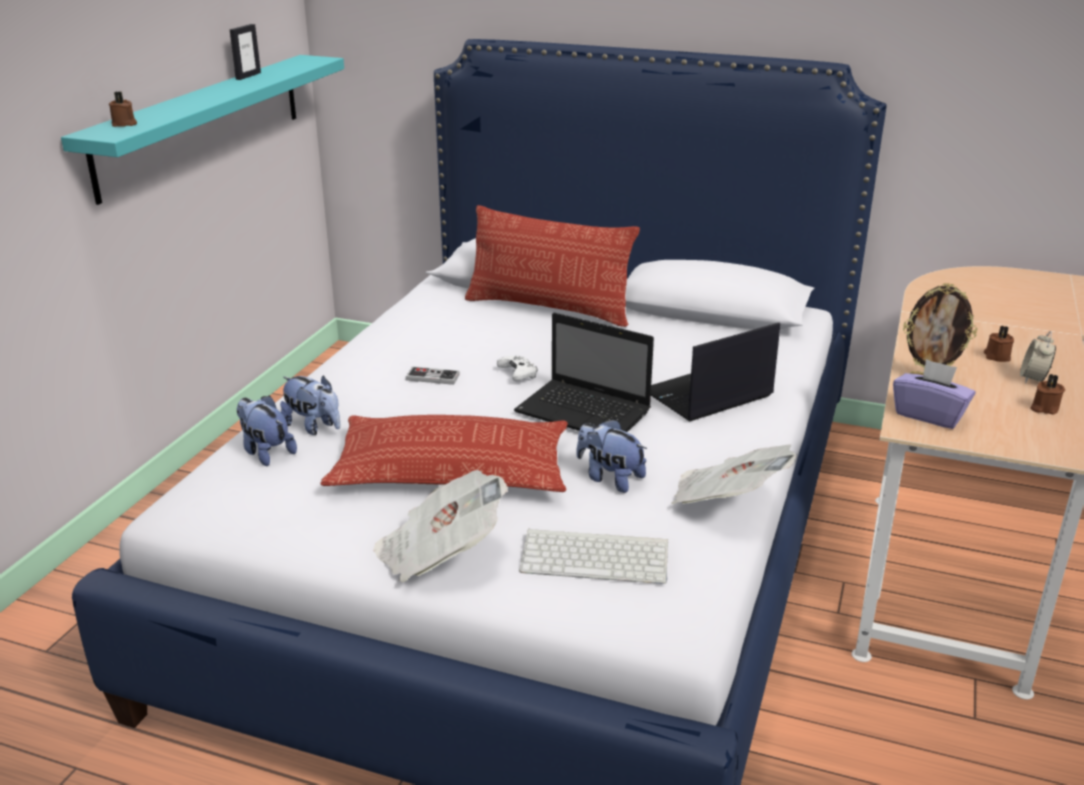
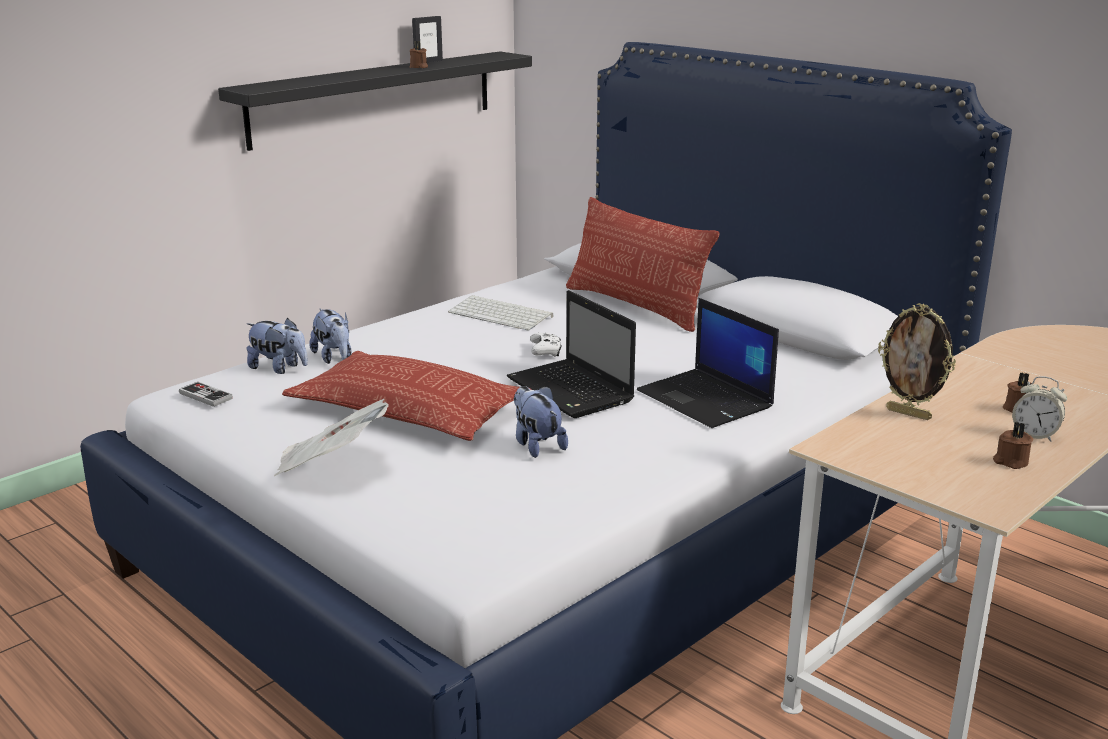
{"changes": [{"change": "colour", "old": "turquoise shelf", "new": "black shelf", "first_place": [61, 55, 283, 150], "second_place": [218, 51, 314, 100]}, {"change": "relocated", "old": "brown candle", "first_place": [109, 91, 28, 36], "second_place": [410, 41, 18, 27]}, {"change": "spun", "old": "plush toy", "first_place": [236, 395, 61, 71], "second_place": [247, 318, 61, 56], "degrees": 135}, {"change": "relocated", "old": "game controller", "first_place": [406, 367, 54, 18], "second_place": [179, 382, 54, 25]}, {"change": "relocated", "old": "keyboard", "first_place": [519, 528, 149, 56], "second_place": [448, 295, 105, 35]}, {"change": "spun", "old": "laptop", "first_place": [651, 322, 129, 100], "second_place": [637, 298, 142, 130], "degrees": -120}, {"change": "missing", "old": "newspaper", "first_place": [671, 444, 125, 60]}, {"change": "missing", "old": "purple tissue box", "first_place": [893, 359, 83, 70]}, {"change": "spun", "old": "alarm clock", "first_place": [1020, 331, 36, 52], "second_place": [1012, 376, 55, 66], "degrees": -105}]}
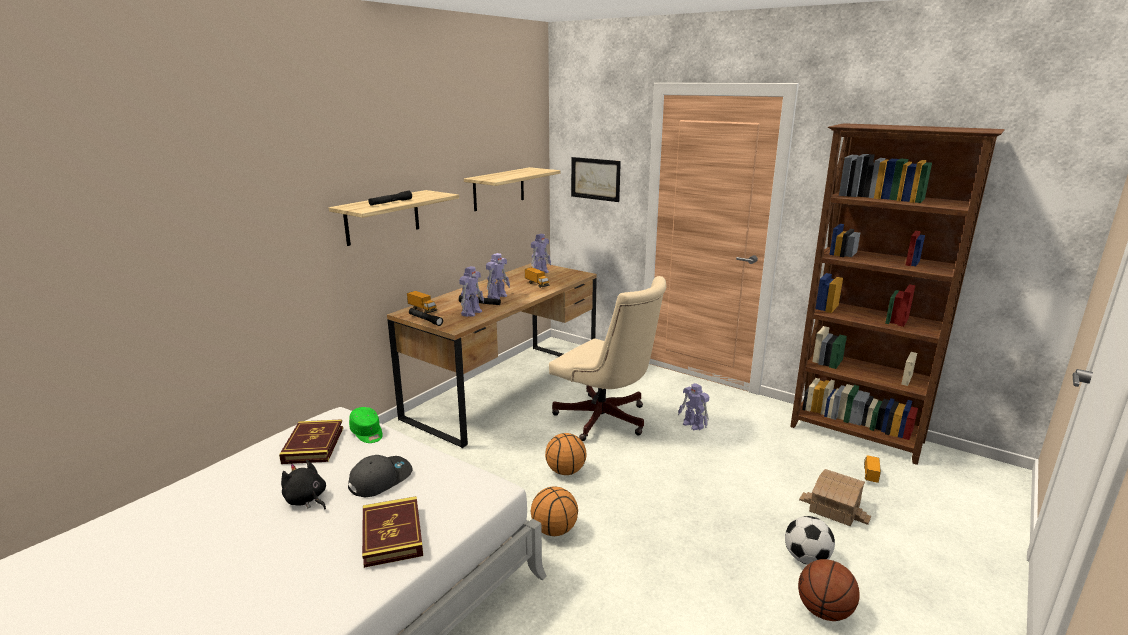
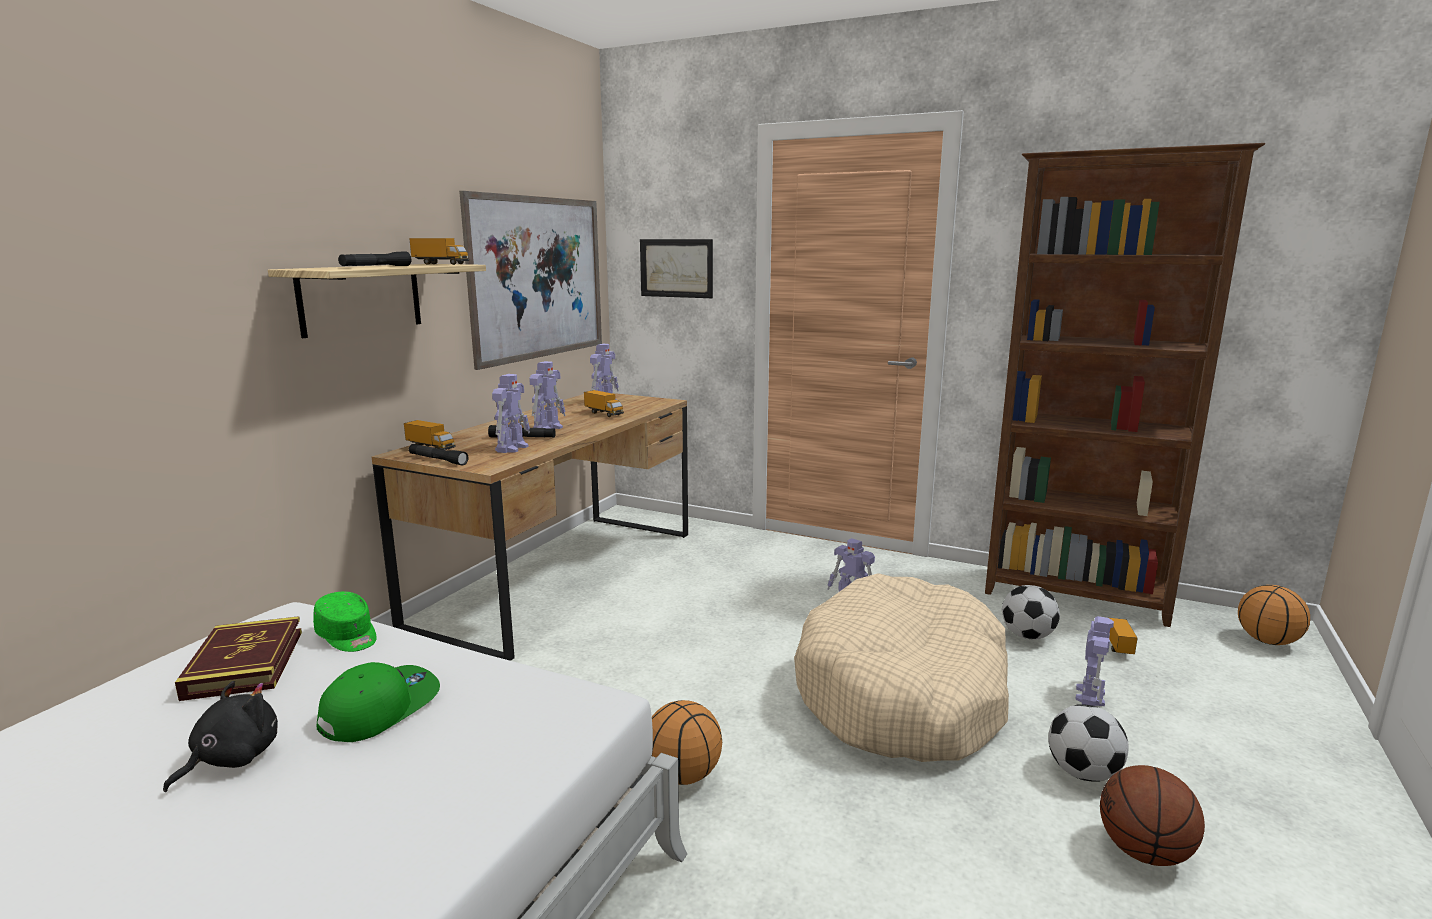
{"changes": [{"change": "spun", "old": "black plush toy", "first_place": [281, 460, 45, 49], "second_place": [163, 681, 115, 111], "degrees": 90}, {"change": "colour", "old": "grey cap", "new": "green cap", "first_place": [348, 455, 65, 42], "second_place": [316, 662, 124, 80]}, {"change": "missing", "old": "book", "first_place": [362, 496, 61, 72]}, {"change": "exchanged", "old": "shelf", "new": "picture", "first_place": [464, 167, 97, 44], "second_place": [459, 191, 143, 179]}, {"change": "relocated", "old": "basketball", "first_place": [545, 433, 41, 42], "second_place": [1238, 585, 72, 60]}, {"change": "missing", "old": "beige office chair", "first_place": [549, 276, 118, 165]}, {"change": "exchanged", "old": "toy house", "new": "toy robot", "first_place": [799, 469, 72, 57], "second_place": [1076, 616, 38, 90]}, {"change": "appeared", "new": "toy truck", "second_place": [409, 238, 60, 27]}, {"change": "appeared", "new": "beige dog bed", "second_place": [794, 573, 215, 189]}, {"change": "appeared", "new": "football", "second_place": [1002, 585, 58, 55]}]}
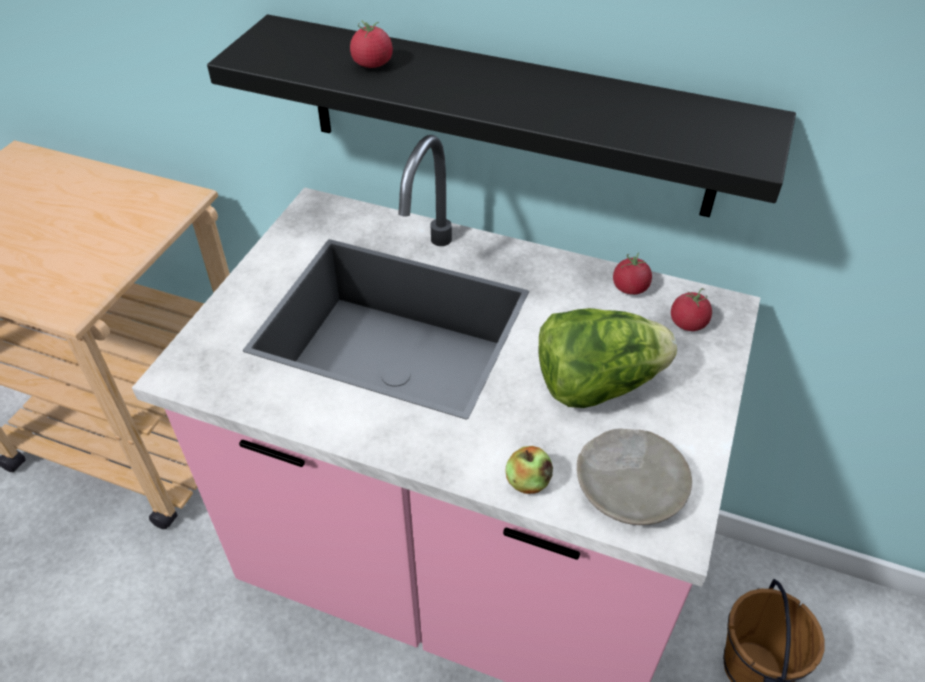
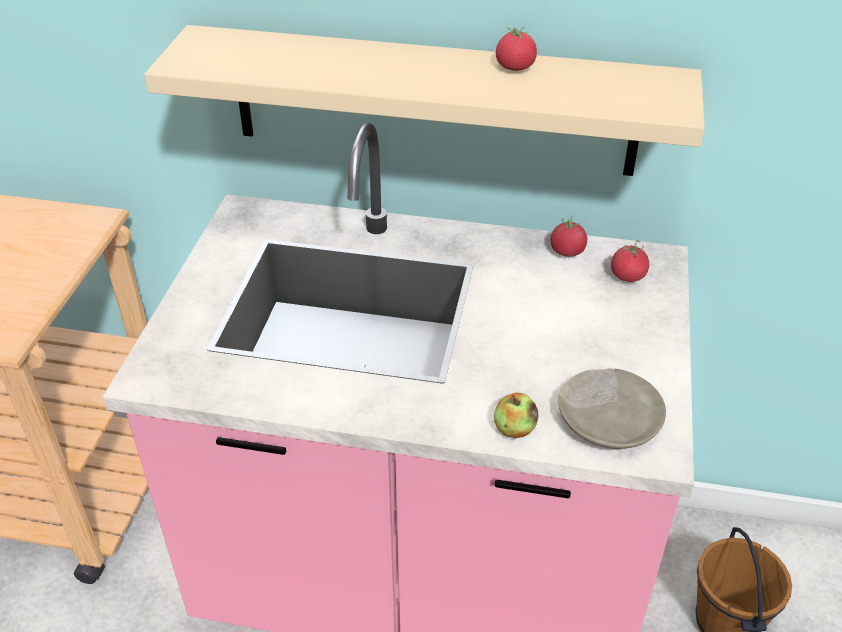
{"changes": [{"change": "colour", "old": "black shelf", "new": "beige shelf", "first_place": [207, 15, 589, 203], "second_place": [144, 25, 561, 151]}, {"change": "relocated", "old": "tomato", "first_place": [350, 20, 43, 48], "second_place": [496, 27, 41, 44]}, {"change": "missing", "old": "lettuce", "first_place": [539, 308, 138, 100]}]}
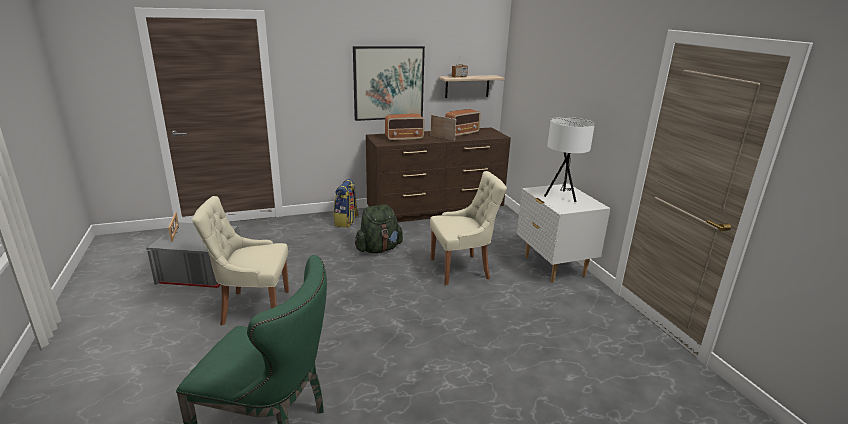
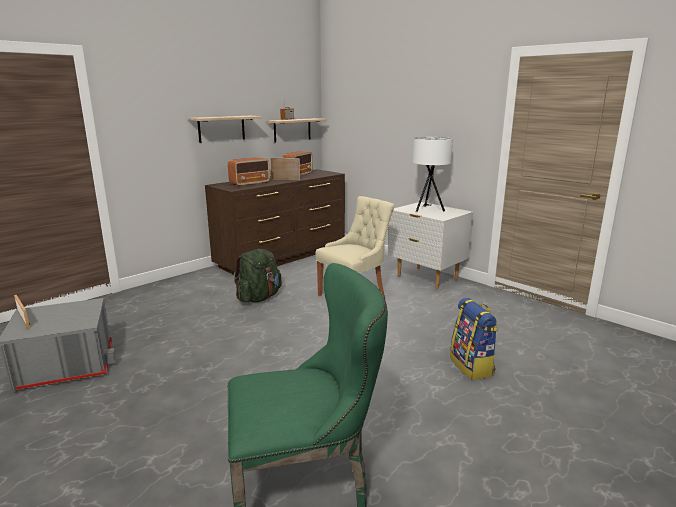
{"changes": [{"change": "missing", "old": "beige chair", "first_place": [192, 196, 97, 129]}, {"change": "relocated", "old": "backpack", "first_place": [333, 179, 26, 49], "second_place": [450, 298, 48, 82]}, {"change": "exchanged", "old": "picture", "new": "shelf", "first_place": [353, 46, 72, 75], "second_place": [189, 116, 73, 27]}]}
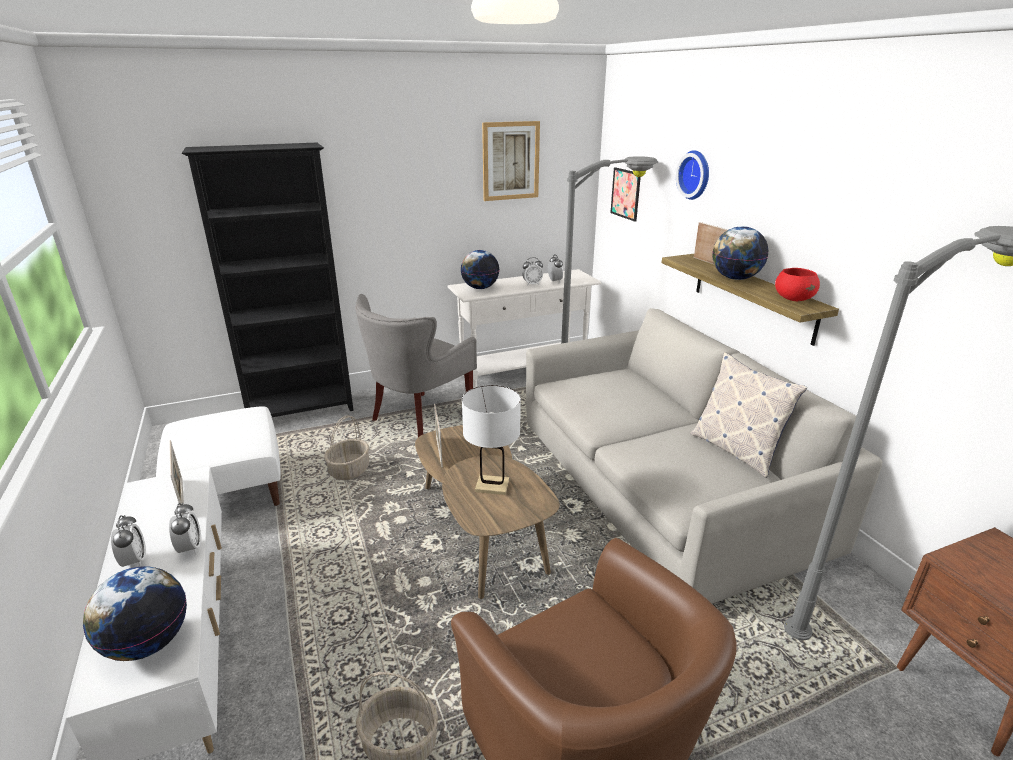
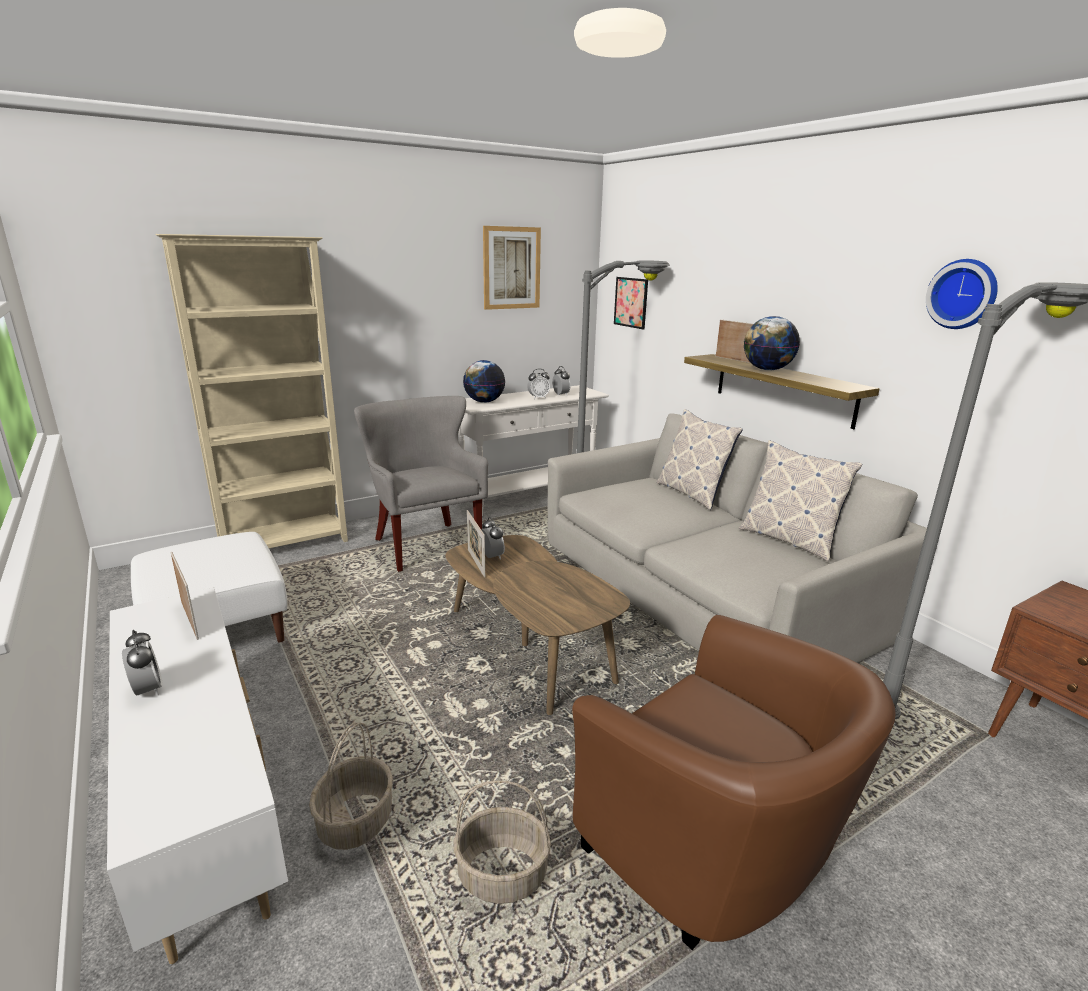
{"changes": [{"change": "missing", "old": "globe", "first_place": [83, 566, 104, 95]}, {"change": "relocated", "old": "alarm clock", "first_place": [169, 503, 32, 51], "second_place": [482, 517, 23, 43]}, {"change": "colour", "old": "black bookcase", "new": "beige bookcase", "first_place": [182, 143, 172, 274], "second_place": [155, 234, 193, 314]}, {"change": "relocated", "old": "basket", "first_place": [324, 415, 45, 65], "second_place": [309, 722, 84, 128]}, {"change": "spun", "old": "grey armchair", "first_place": [355, 294, 122, 143], "second_place": [354, 396, 134, 176], "degrees": 120}, {"change": "missing", "old": "white table lamp", "first_place": [462, 385, 59, 110]}, {"change": "relocated", "old": "wall clock", "first_place": [676, 150, 33, 50], "second_place": [926, 259, 72, 70]}, {"change": "missing", "old": "red bowl", "first_place": [775, 268, 45, 33]}, {"change": "appeared", "new": "pillow", "second_place": [656, 409, 87, 101]}]}
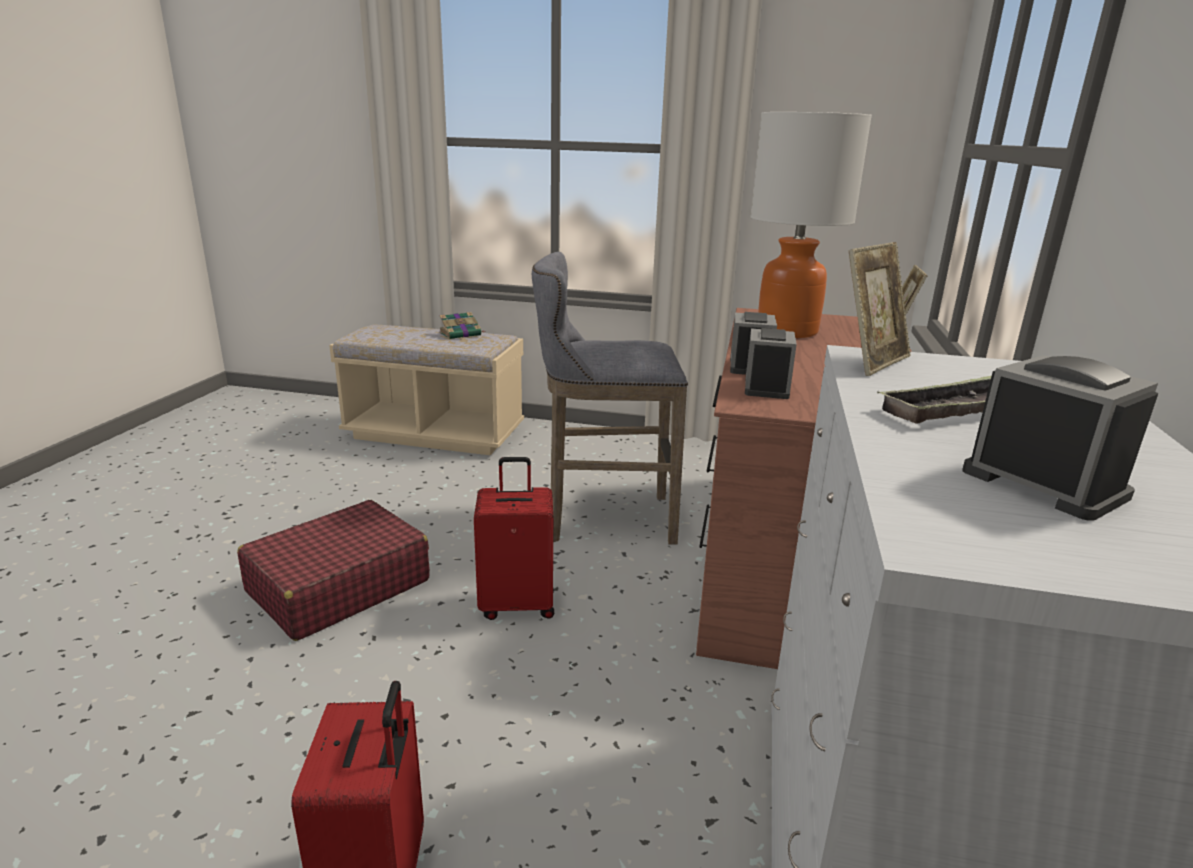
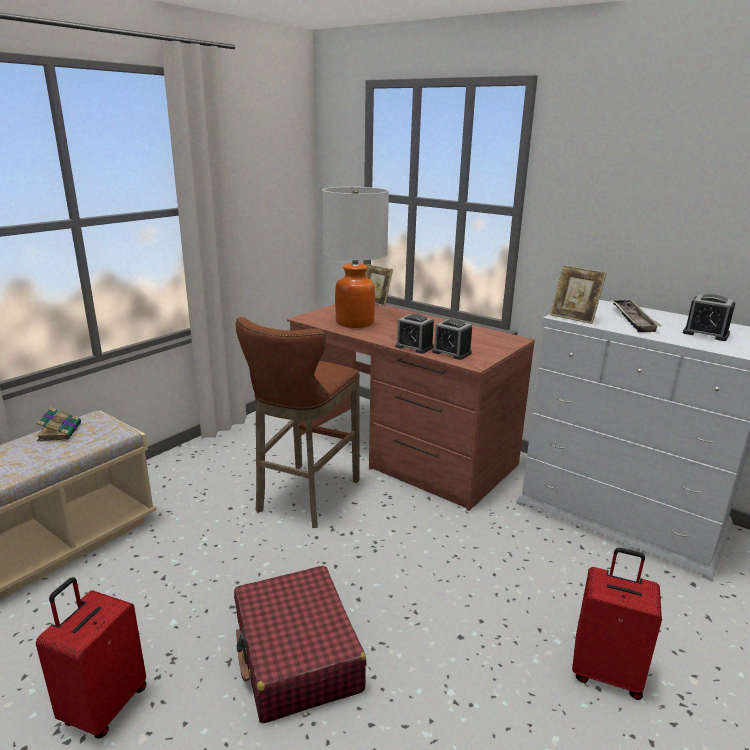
{"changes": [{"change": "relocated", "old": "red suitcase", "first_place": [474, 457, 80, 163], "second_place": [36, 577, 111, 162]}, {"change": "colour", "old": "grey stool", "new": "brown stool", "first_place": [532, 252, 156, 292], "second_place": [236, 317, 124, 211]}, {"change": "spun", "old": "picture frame", "first_place": [849, 242, 62, 134], "second_place": [550, 265, 57, 59], "degrees": 150}, {"change": "spun", "old": "alarm clock", "first_place": [963, 355, 195, 166], "second_place": [683, 294, 52, 47], "degrees": -135}]}
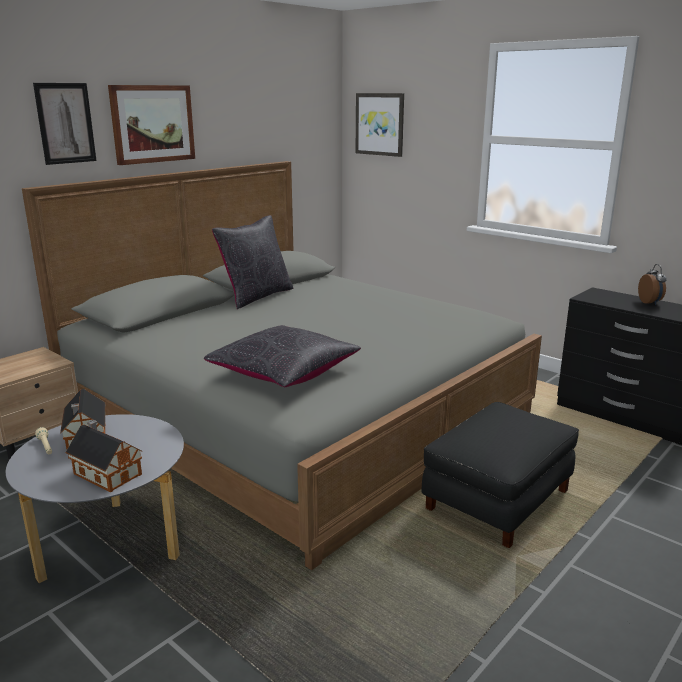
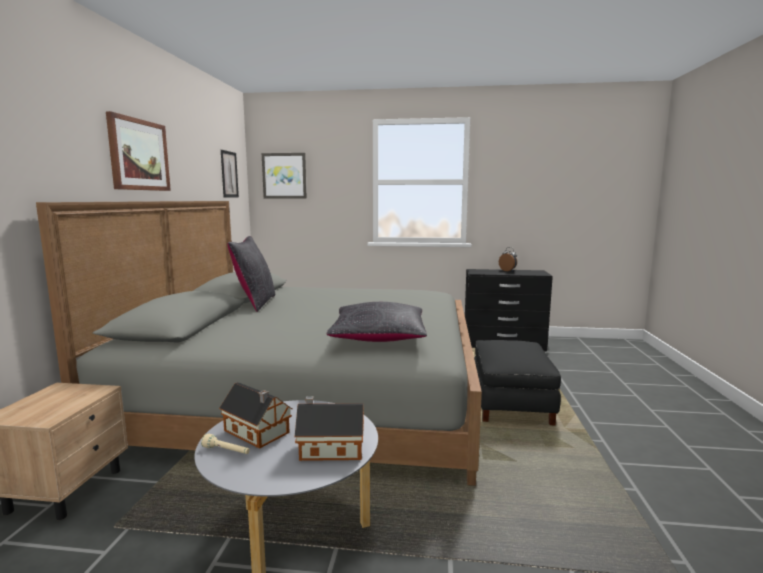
{"changes": [{"change": "relocated", "old": "picture", "first_place": [33, 83, 63, 82], "second_place": [221, 150, 18, 48]}]}
